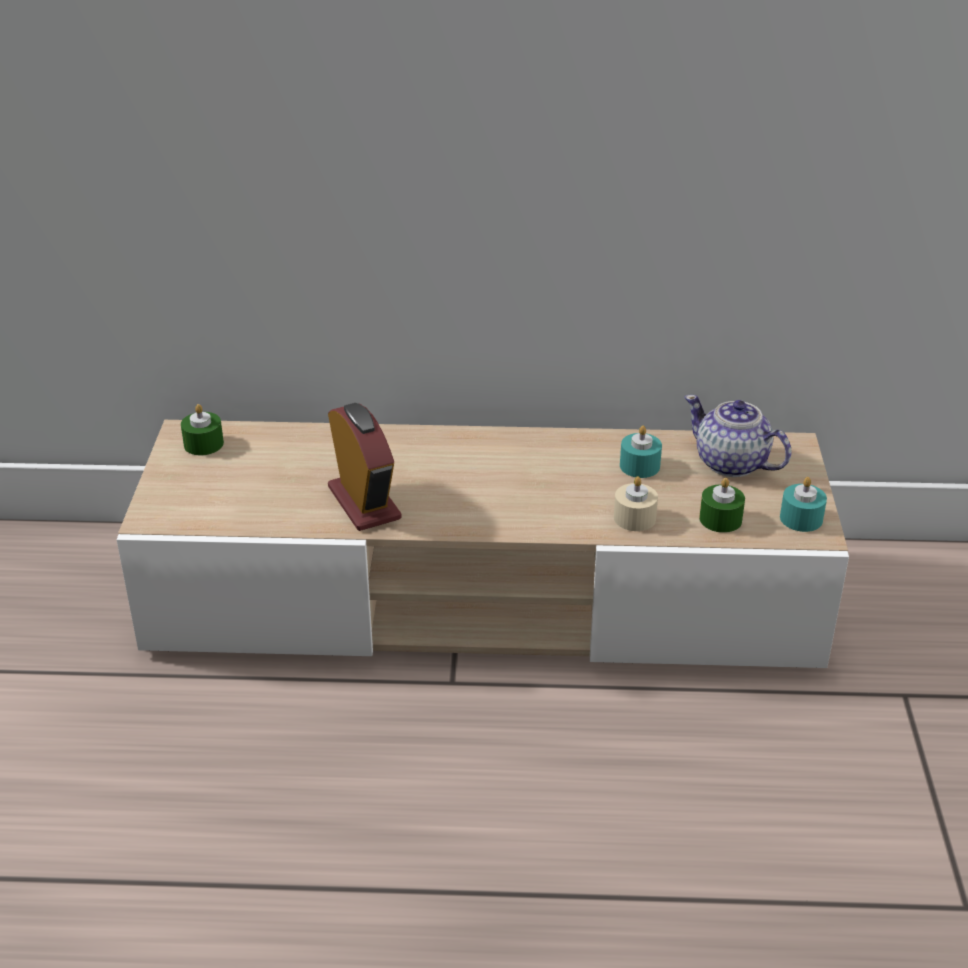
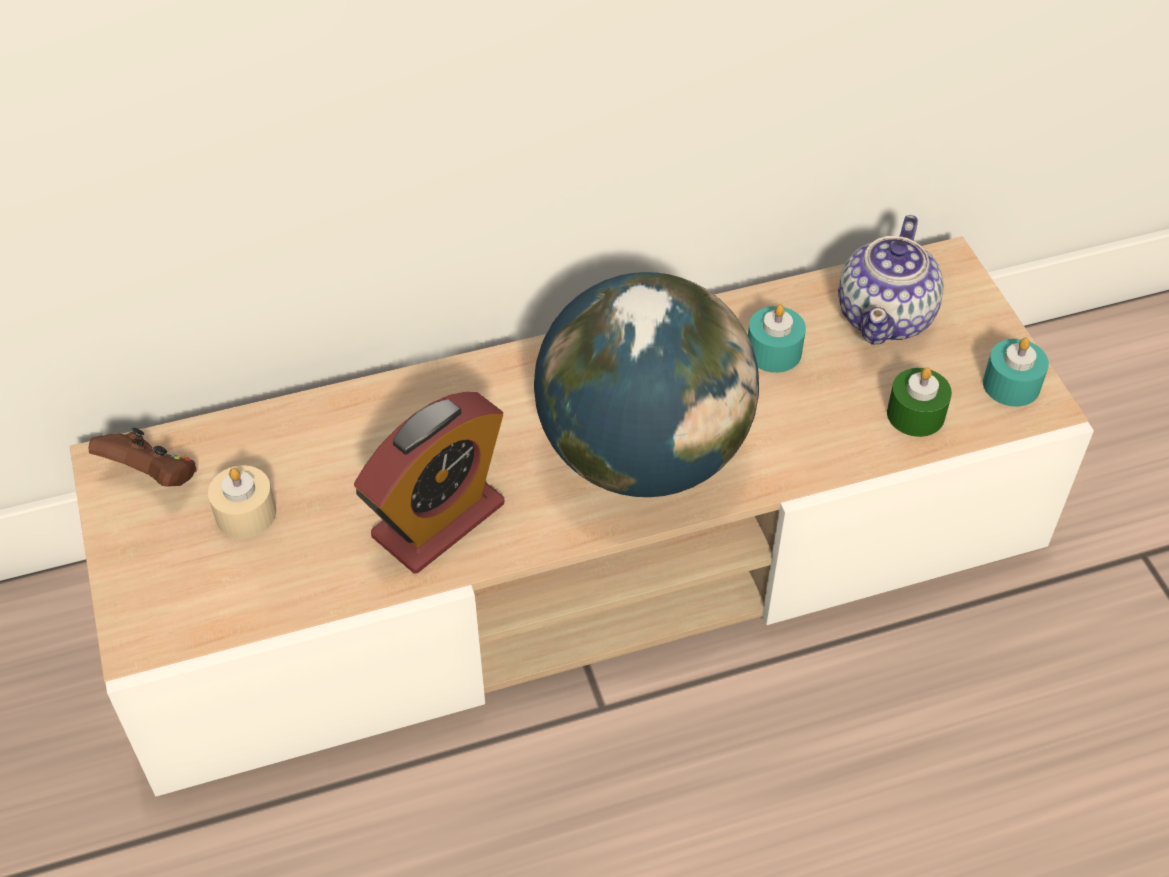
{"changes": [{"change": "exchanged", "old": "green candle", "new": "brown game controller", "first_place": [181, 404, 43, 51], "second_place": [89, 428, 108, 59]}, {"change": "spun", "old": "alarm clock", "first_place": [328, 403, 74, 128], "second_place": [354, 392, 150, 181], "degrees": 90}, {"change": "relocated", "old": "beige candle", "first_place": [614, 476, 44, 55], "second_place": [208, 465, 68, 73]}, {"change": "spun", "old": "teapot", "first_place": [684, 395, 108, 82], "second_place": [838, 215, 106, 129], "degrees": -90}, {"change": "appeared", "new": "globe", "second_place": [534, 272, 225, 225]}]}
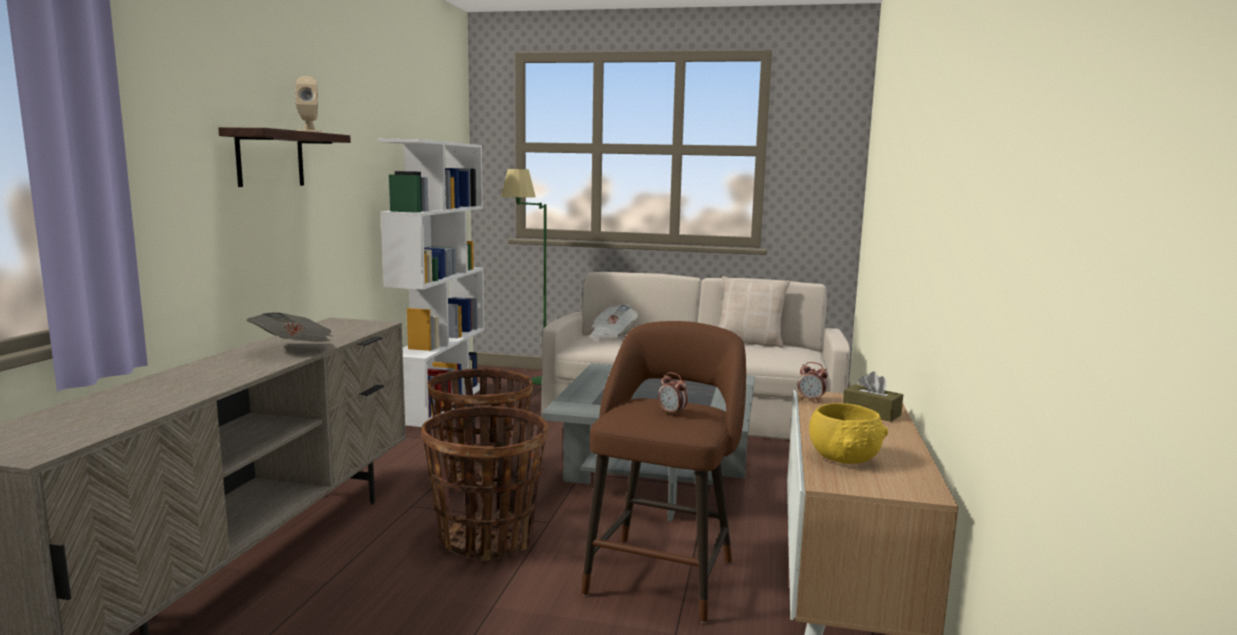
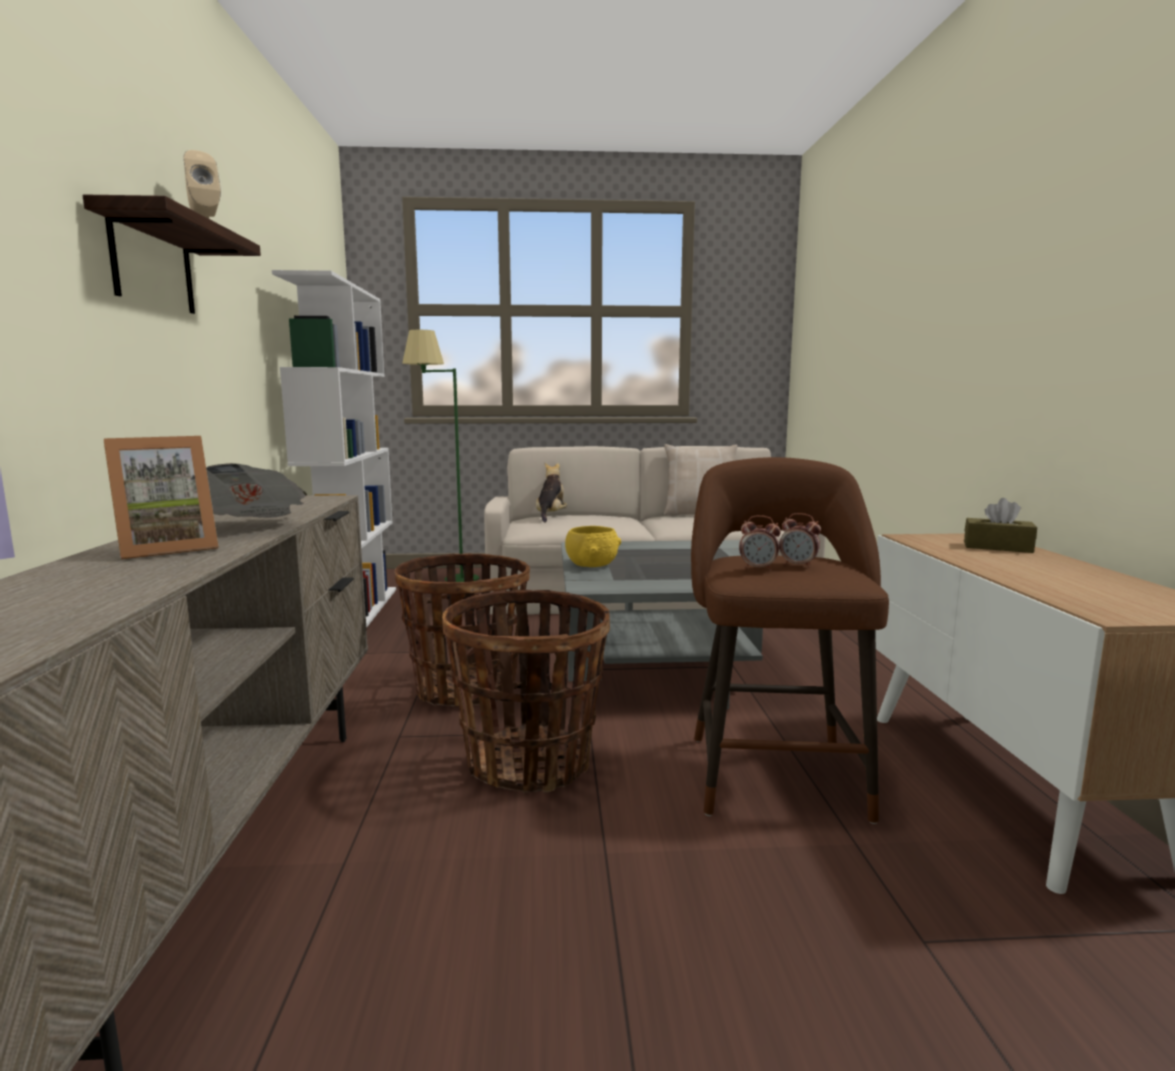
{"changes": [{"change": "exchanged", "old": "newspaper", "new": "plush toy", "first_place": [590, 304, 48, 35], "second_place": [536, 463, 31, 60]}, {"change": "relocated", "old": "alarm clock", "first_place": [798, 362, 30, 41], "second_place": [739, 515, 42, 56]}, {"change": "relocated", "old": "yellow bowl", "first_place": [809, 403, 79, 61], "second_place": [565, 526, 56, 41]}, {"change": "appeared", "new": "picture frame", "second_place": [104, 436, 115, 124]}]}
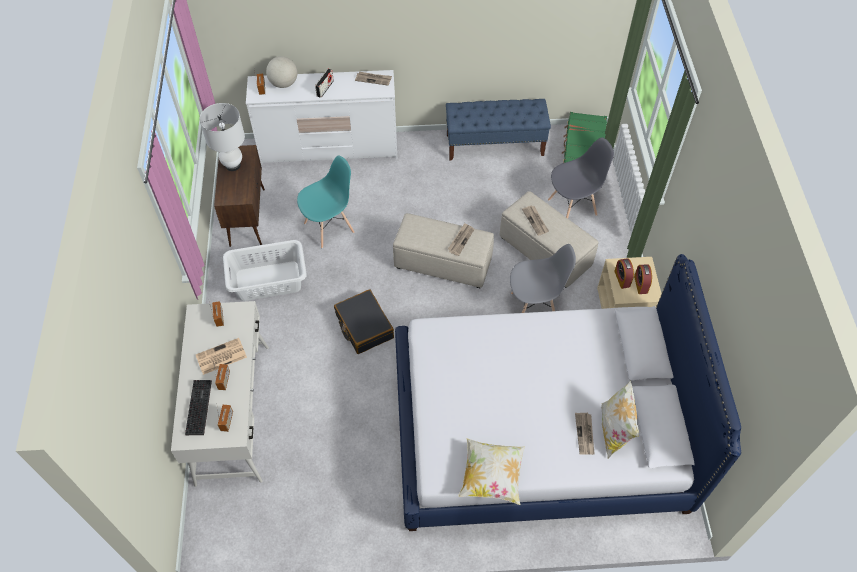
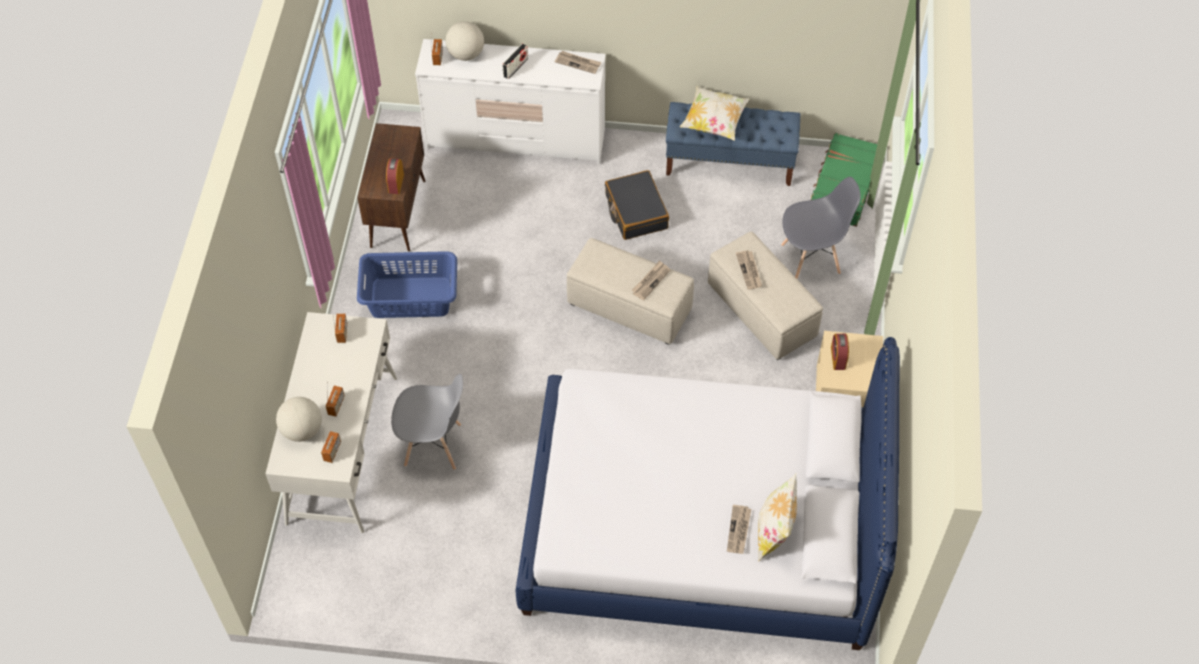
{"changes": [{"change": "exchanged", "old": "keyboard", "new": "globe", "first_place": [185, 380, 27, 55], "second_place": [276, 397, 46, 45]}, {"change": "missing", "old": "newspaper", "first_place": [196, 338, 51, 37]}, {"change": "missing", "old": "white table lamp", "first_place": [199, 103, 46, 68]}, {"change": "colour", "old": "white laundry basket", "new": "blue laundry basket", "first_place": [223, 240, 84, 61], "second_place": [357, 251, 100, 67]}, {"change": "missing", "old": "turquoise chair", "first_place": [297, 156, 57, 92]}, {"change": "relocated", "old": "black suitcase", "first_place": [334, 289, 60, 65], "second_place": [605, 170, 64, 70]}, {"change": "relocated", "old": "pillow", "first_place": [458, 438, 67, 67], "second_place": [680, 86, 69, 55]}, {"change": "relocated", "old": "grey chair", "first_place": [510, 244, 66, 69], "second_place": [391, 374, 72, 96]}, {"change": "relocated", "old": "alarm clock", "first_place": [634, 264, 18, 30], "second_place": [386, 158, 18, 36]}]}
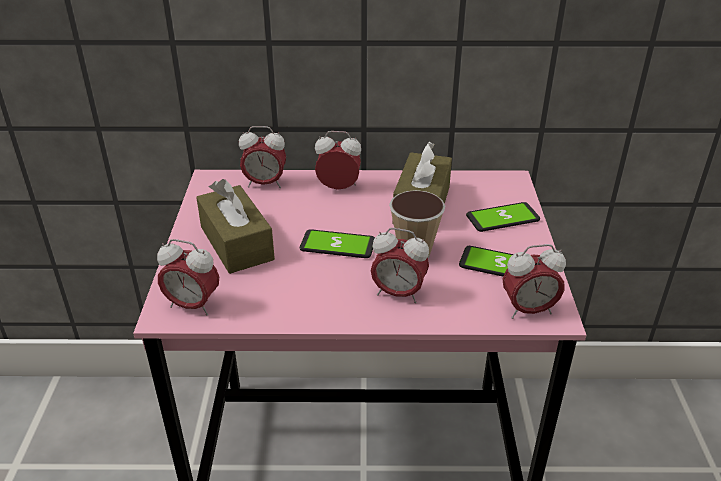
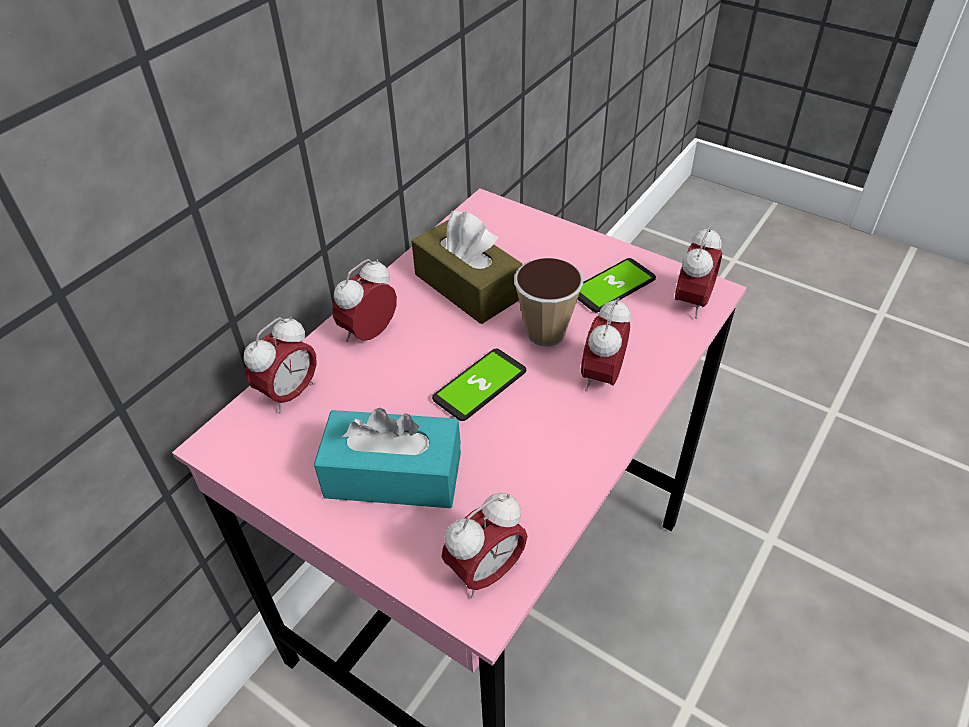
{"changes": [{"change": "colour", "old": "brown tissue box", "new": "turquoise tissue box", "first_place": [196, 179, 79, 95], "second_place": [314, 408, 147, 100]}, {"change": "spun", "old": "alarm clock", "first_place": [371, 228, 58, 75], "second_place": [581, 298, 50, 93], "degrees": 150}, {"change": "missing", "old": "phone", "first_place": [466, 202, 74, 30]}]}
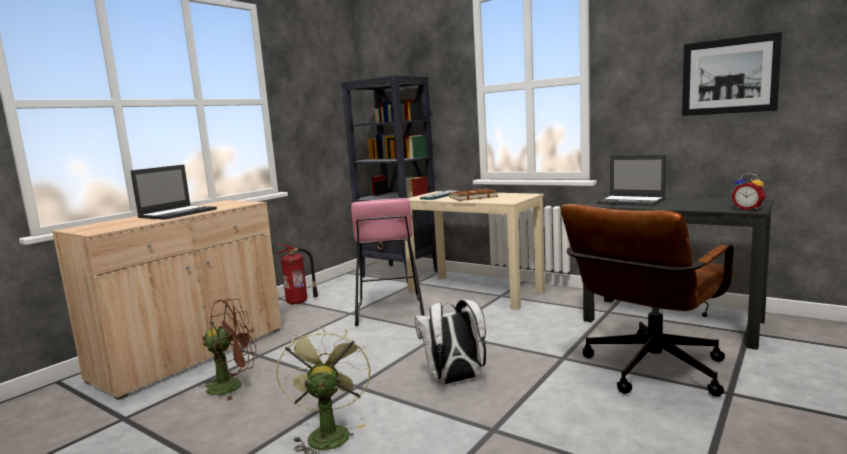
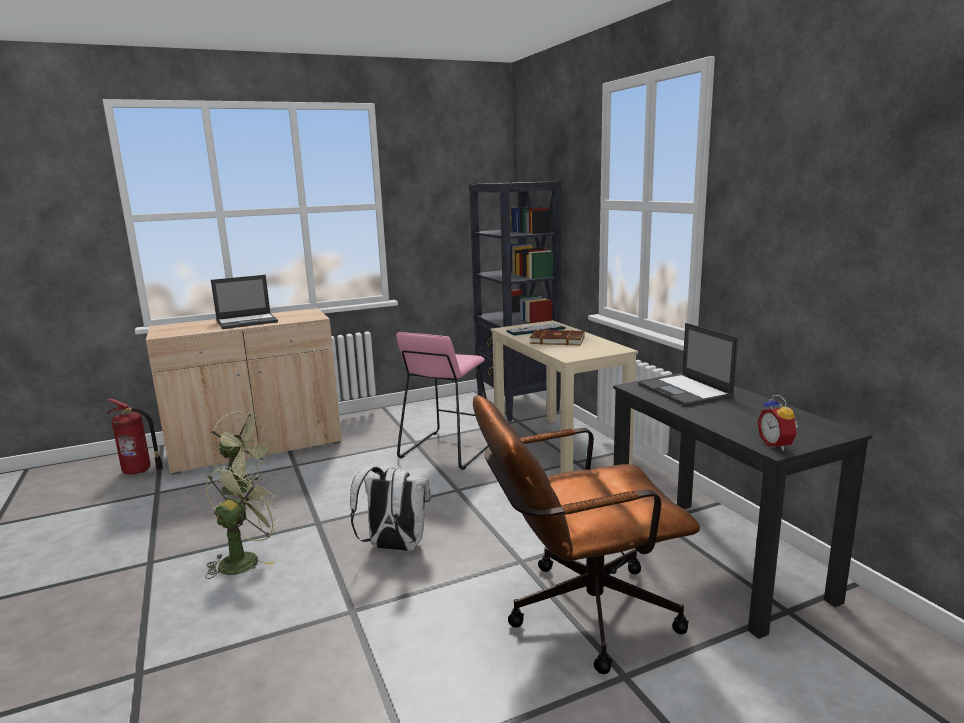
{"changes": [{"change": "colour", "old": "brown fan", "new": "green fan", "first_place": [199, 299, 57, 102], "second_place": [209, 411, 64, 85]}, {"change": "relocated", "old": "fire extinguisher", "first_place": [276, 243, 42, 62], "second_place": [107, 399, 56, 76]}, {"change": "missing", "old": "picture", "first_place": [682, 32, 100, 84]}]}
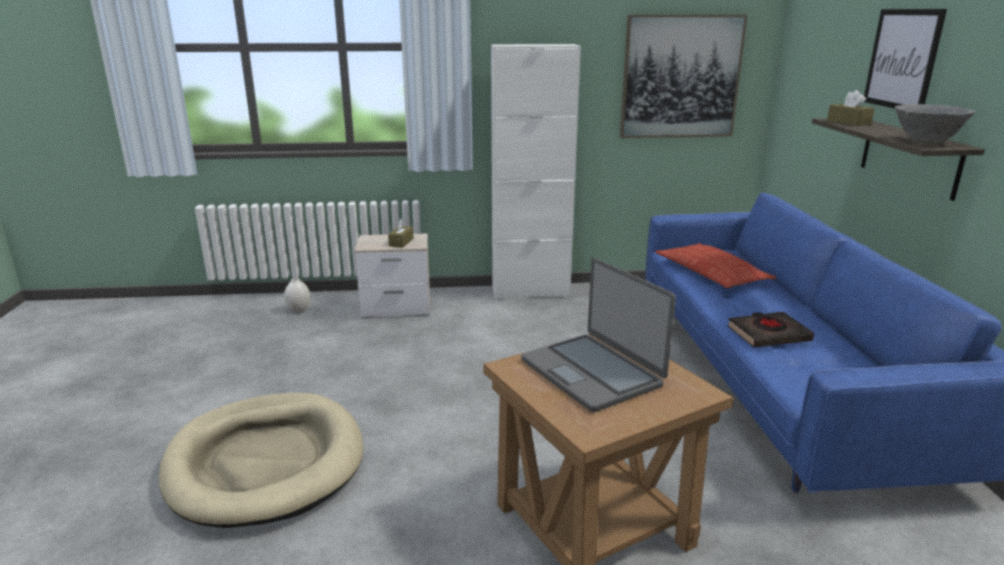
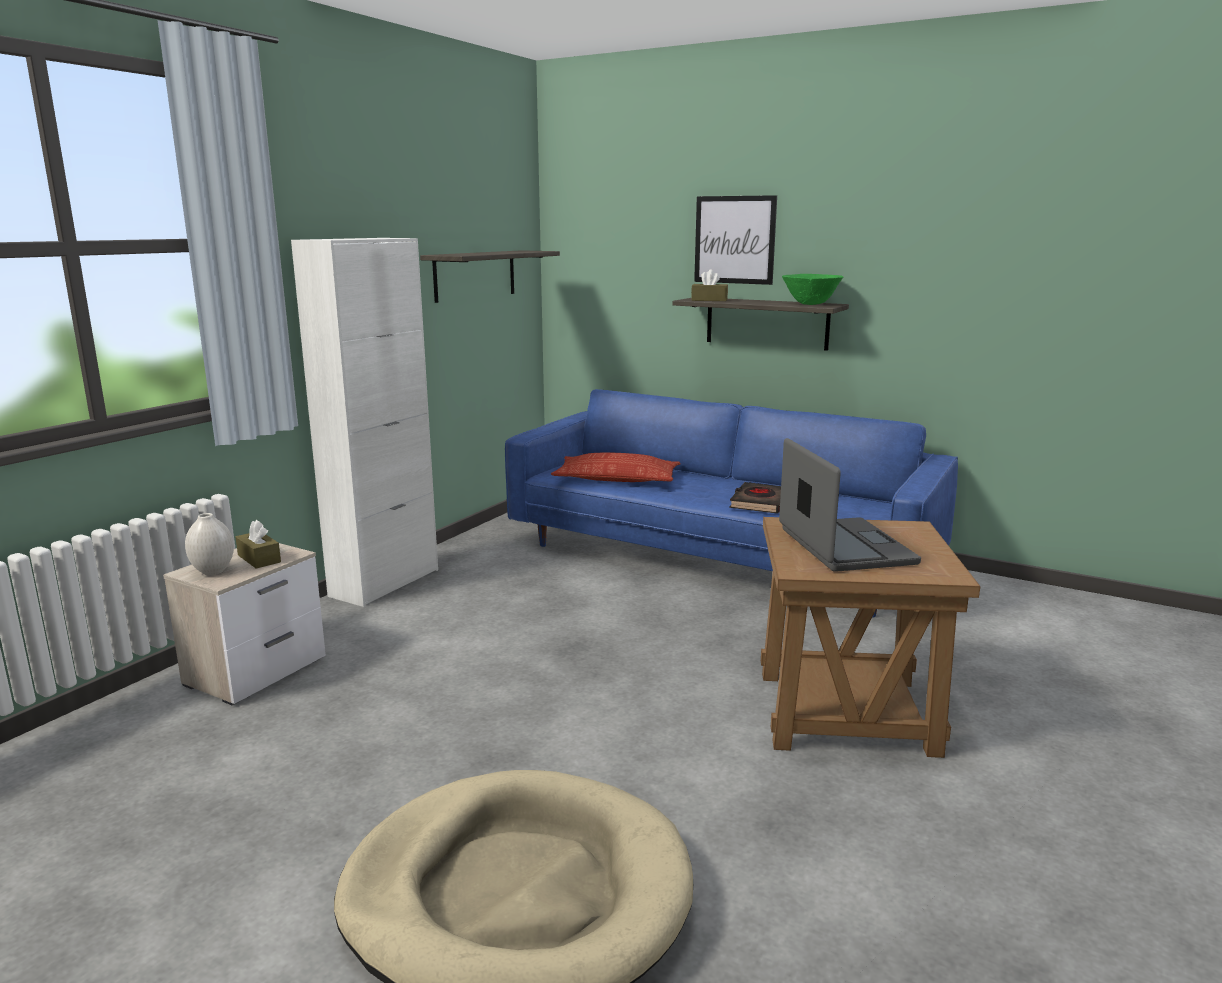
{"changes": [{"change": "relocated", "old": "white vase", "first_place": [284, 278, 26, 35], "second_place": [185, 513, 49, 62]}, {"change": "spun", "old": "laptop", "first_place": [521, 257, 155, 155], "second_place": [779, 438, 142, 134], "degrees": -105}, {"change": "exchanged", "old": "picture", "new": "shelf", "first_place": [620, 15, 128, 123], "second_place": [420, 250, 140, 53]}, {"change": "colour", "old": "grey bowl", "new": "green bowl", "first_place": [895, 104, 81, 39], "second_place": [782, 274, 62, 31]}]}
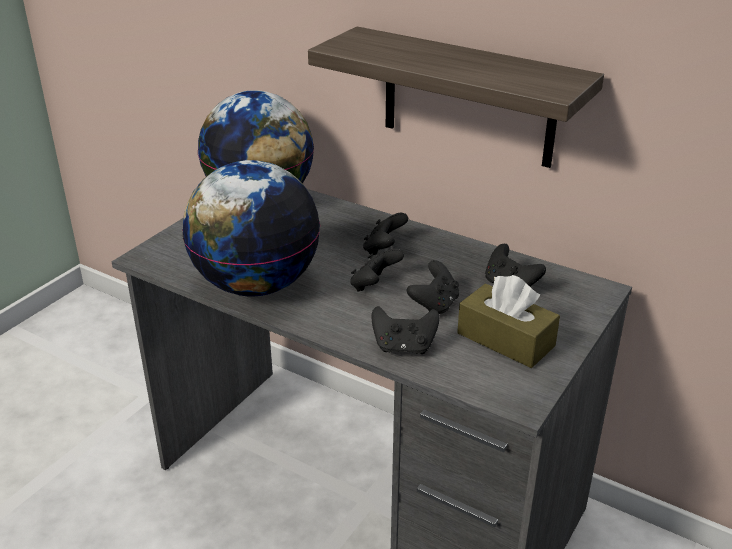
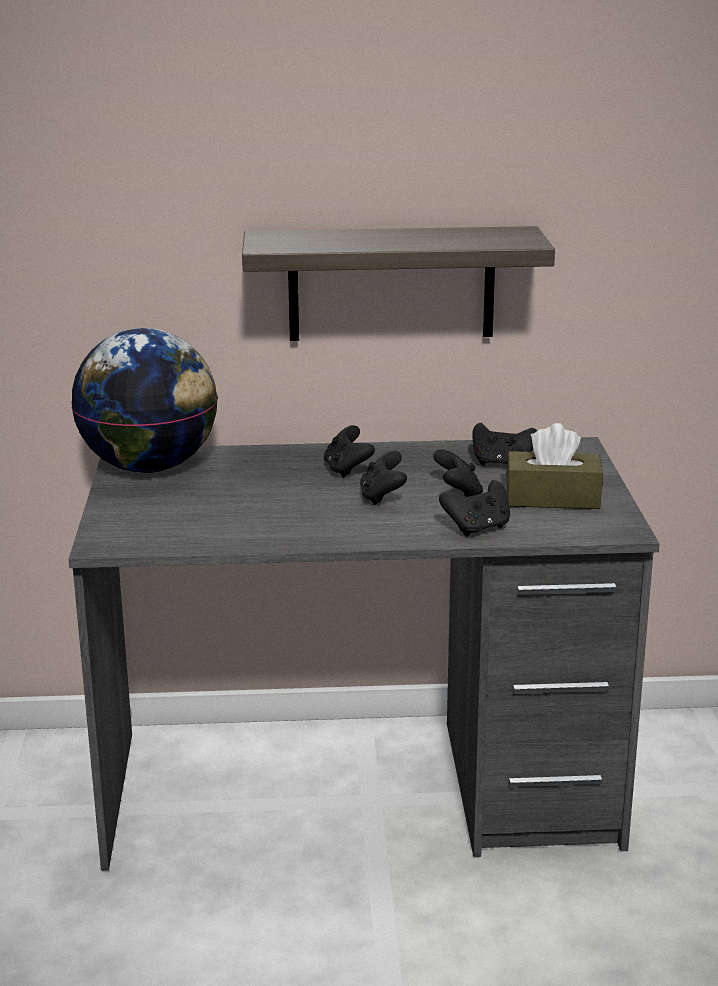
{"changes": [{"change": "missing", "old": "globe", "first_place": [182, 160, 138, 136]}]}
